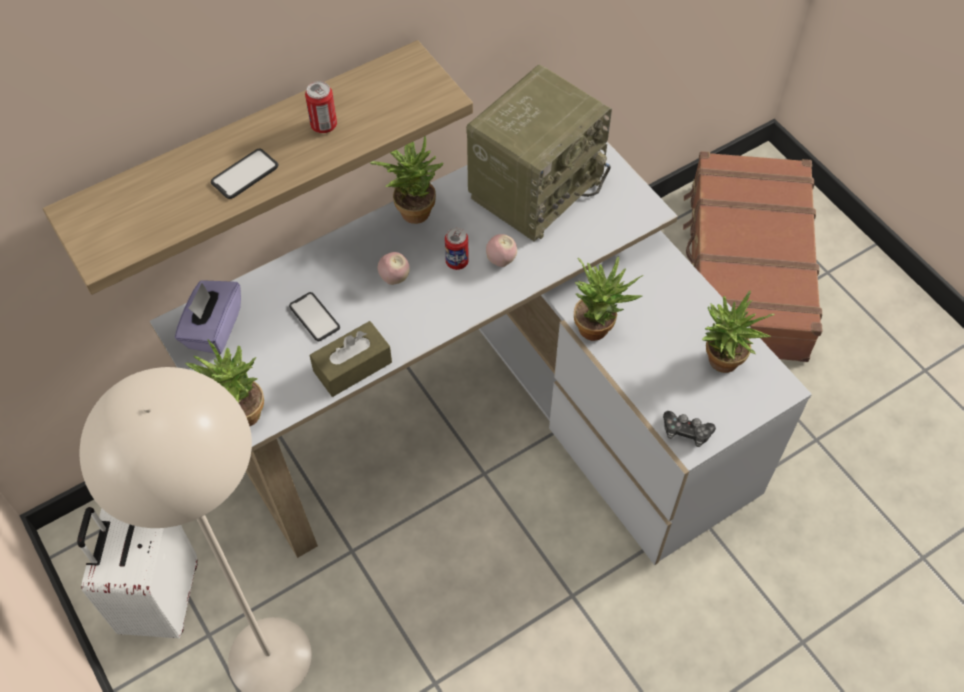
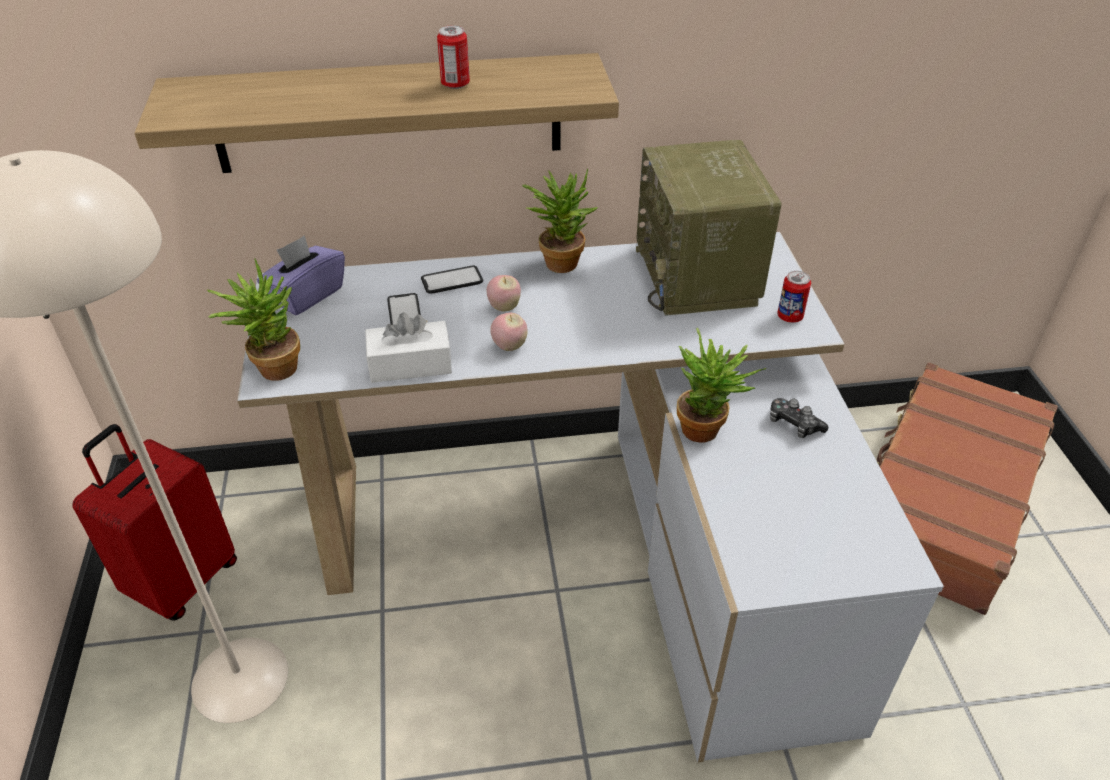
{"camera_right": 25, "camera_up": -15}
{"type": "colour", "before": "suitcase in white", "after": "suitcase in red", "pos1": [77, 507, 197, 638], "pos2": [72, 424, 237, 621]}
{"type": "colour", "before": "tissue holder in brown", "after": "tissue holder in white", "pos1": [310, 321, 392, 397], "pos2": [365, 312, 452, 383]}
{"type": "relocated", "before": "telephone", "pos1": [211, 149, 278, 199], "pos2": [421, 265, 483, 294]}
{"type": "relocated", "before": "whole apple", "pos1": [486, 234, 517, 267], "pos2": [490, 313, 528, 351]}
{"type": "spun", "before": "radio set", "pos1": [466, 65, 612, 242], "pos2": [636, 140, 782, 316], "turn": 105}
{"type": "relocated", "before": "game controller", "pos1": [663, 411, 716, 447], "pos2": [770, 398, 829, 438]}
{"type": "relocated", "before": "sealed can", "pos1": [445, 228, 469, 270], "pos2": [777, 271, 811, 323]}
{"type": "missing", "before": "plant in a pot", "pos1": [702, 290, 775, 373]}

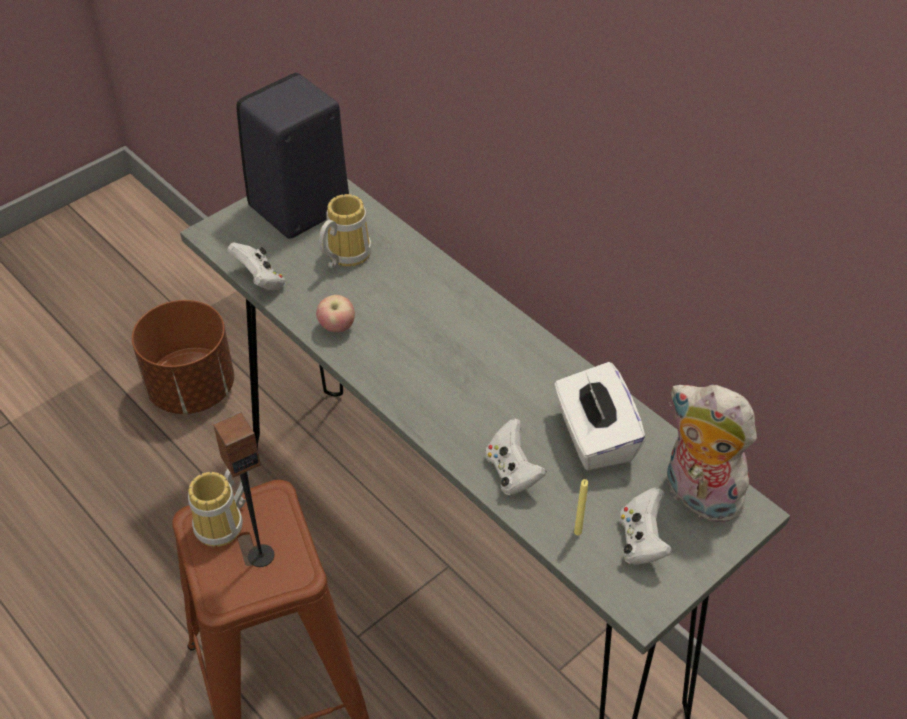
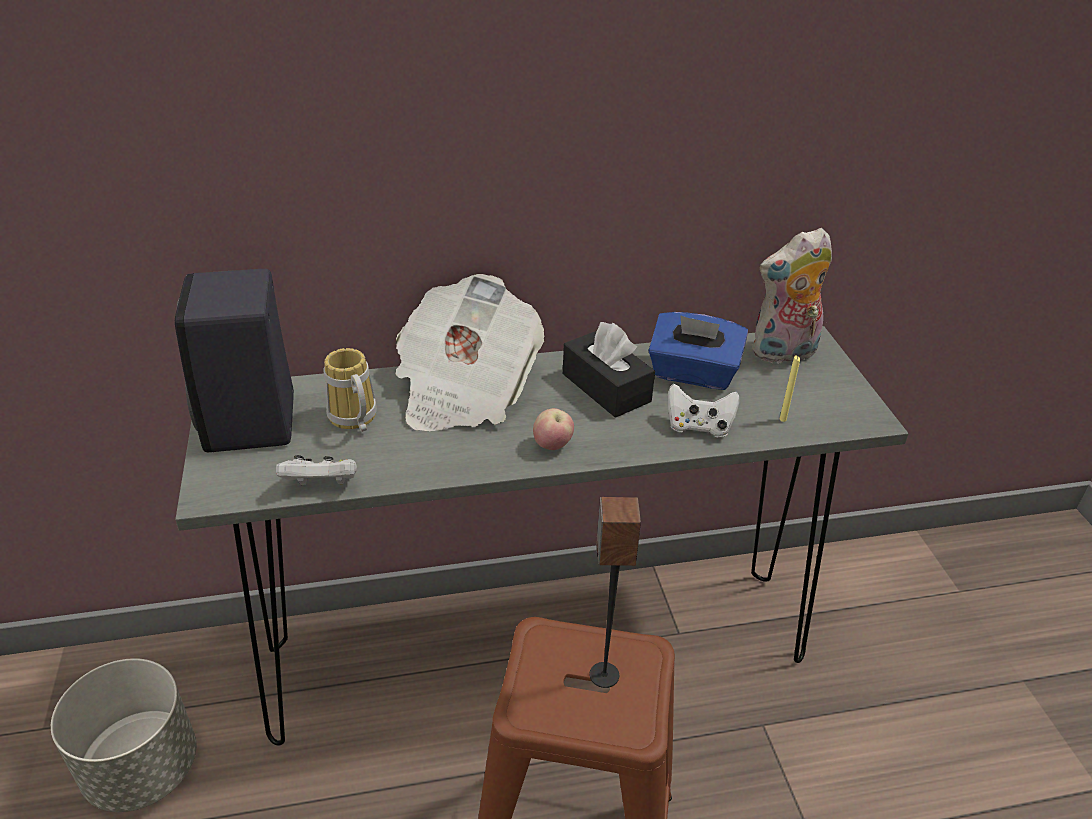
{"camera_right": -60, "camera_up": -10}
{"type": "colour", "before": "planter in brown", "after": "planter in greyish", "pos1": [132, 300, 234, 414], "pos2": [51, 658, 196, 812]}
{"type": "appeared", "after": "daily paper", "pos2": [395, 274, 545, 431]}
{"type": "relocated", "before": "whole apple", "pos1": [316, 295, 355, 333], "pos2": [533, 408, 574, 450]}
{"type": "appeared", "after": "tissue holder in blackish", "pos2": [563, 322, 655, 418]}
{"type": "colour", "before": "tissue holder in white", "after": "tissue holder in bluish", "pos1": [554, 362, 646, 470], "pos2": [648, 312, 748, 390]}
{"type": "missing", "before": "mug", "pos1": [188, 469, 249, 547]}
{"type": "missing", "before": "game controller in white", "pos1": [619, 487, 672, 565]}

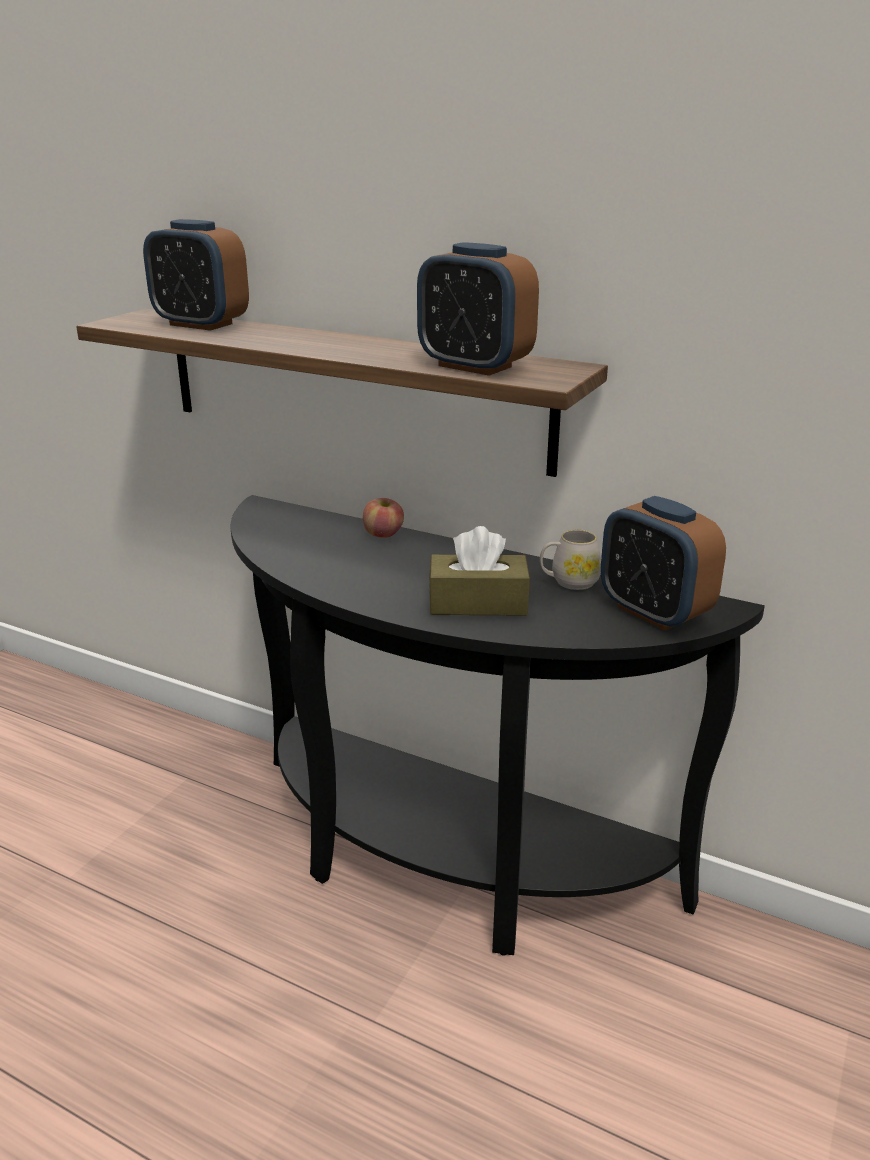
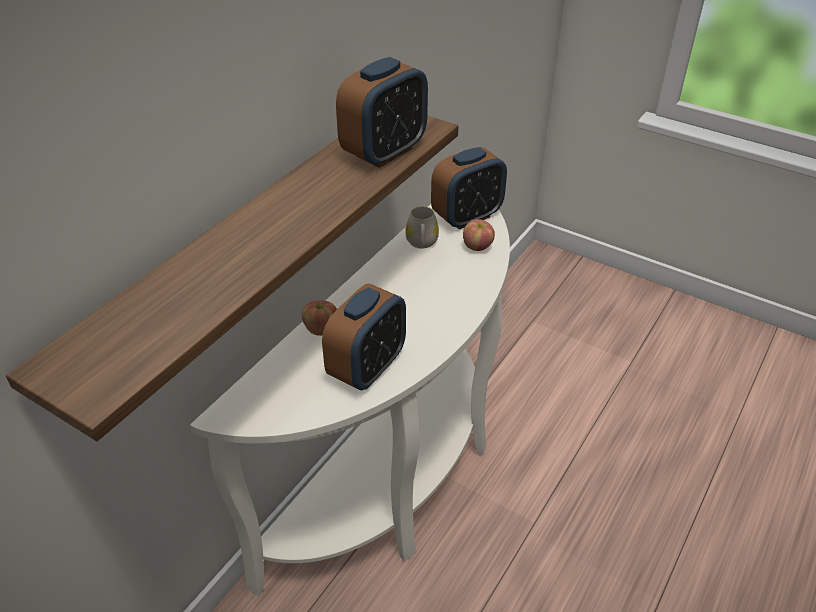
{"camera_right": -85, "camera_up": 15}
{"type": "colour", "before": "console table in blackish", "after": "console table in white", "pos1": [231, 495, 765, 956], "pos2": [190, 204, 510, 596]}
{"type": "relocated", "before": "alarm clock", "pos1": [143, 219, 249, 331], "pos2": [322, 284, 406, 390]}
{"type": "appeared", "after": "whole apple", "pos2": [463, 219, 495, 251]}
{"type": "missing", "before": "tissue holder in brown", "pos1": [429, 526, 530, 616]}

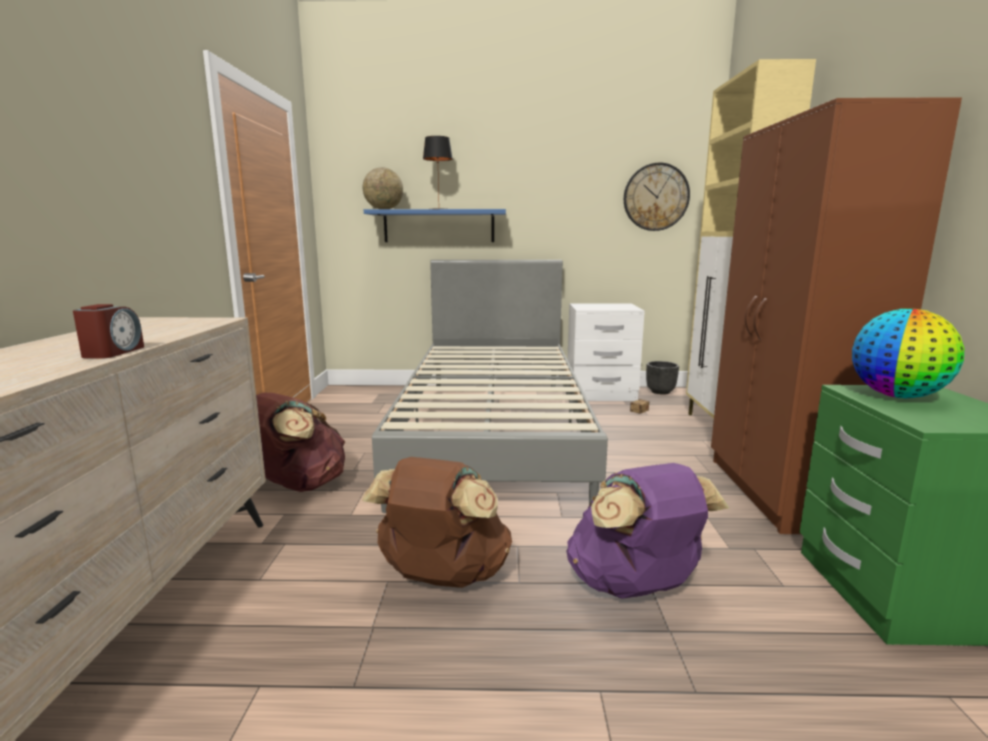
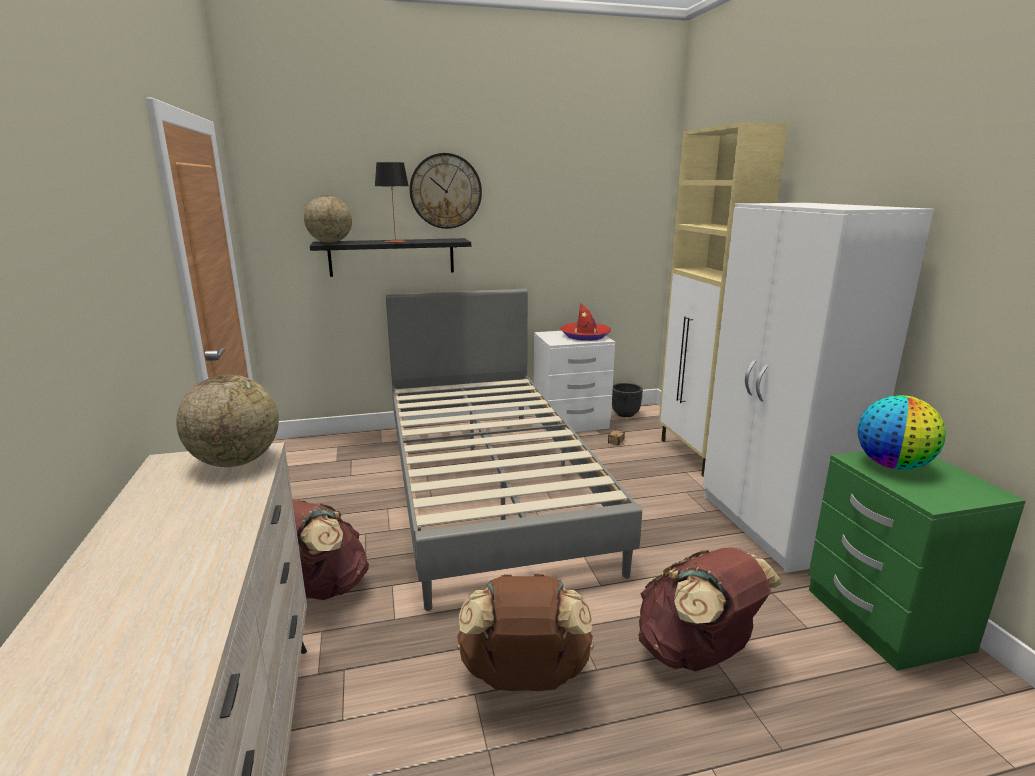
{"camera_right": -15, "camera_up": 5}
{"type": "appeared", "after": "world globe", "pos2": [176, 375, 279, 467]}
{"type": "colour", "before": "wall shelf in bluish", "after": "wall shelf in blackish", "pos1": [364, 209, 506, 242], "pos2": [310, 238, 471, 277]}
{"type": "relocated", "before": "hanging clock", "pos1": [624, 162, 690, 231], "pos2": [410, 153, 482, 229]}
{"type": "appeared", "after": "wearable hat in red", "pos2": [561, 303, 611, 341]}
{"type": "colour", "before": "knapsack in purple", "after": "knapsack in brown", "pos1": [566, 463, 729, 599], "pos2": [639, 547, 782, 671]}
{"type": "colour", "before": "wardrobe in brown", "after": "wardrobe in white", "pos1": [711, 97, 962, 534], "pos2": [703, 203, 934, 573]}
{"type": "missing", "before": "alarm clock", "pos1": [73, 304, 144, 359]}

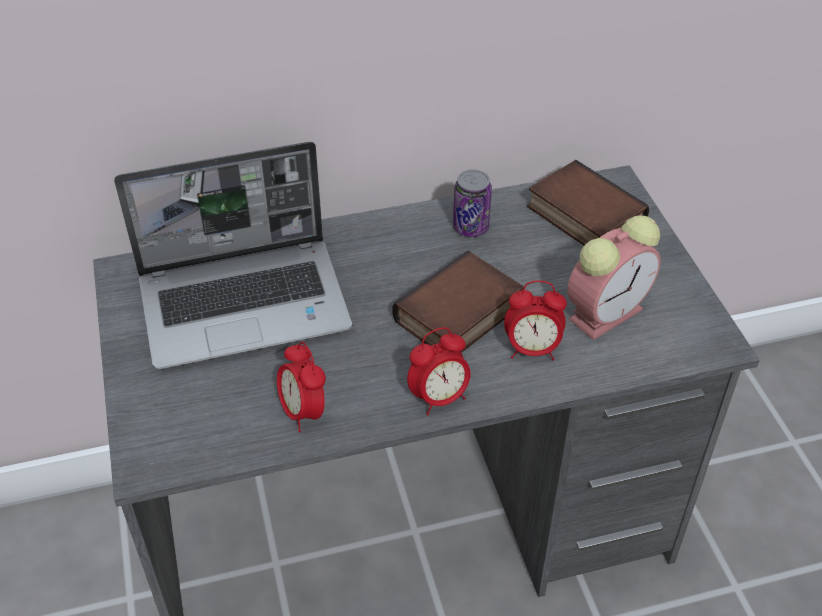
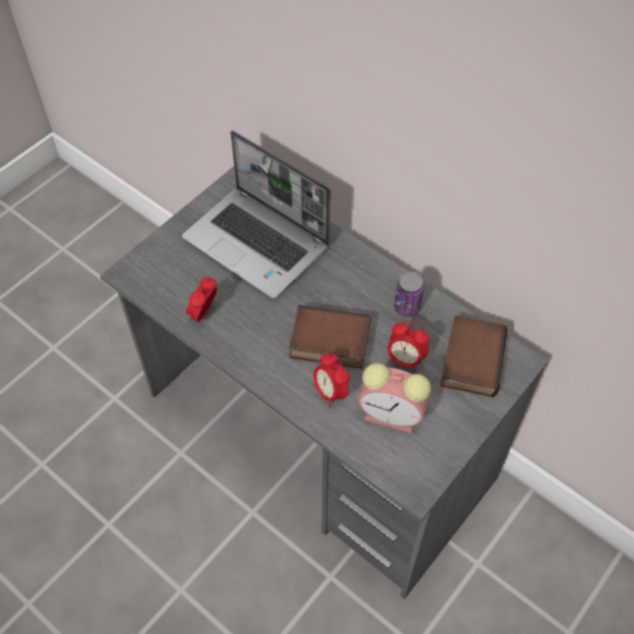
{"camera_right": 55, "camera_up": 10}
{"type": "relocated", "before": "alarm clock", "pos1": [407, 327, 471, 416], "pos2": [388, 321, 430, 372]}

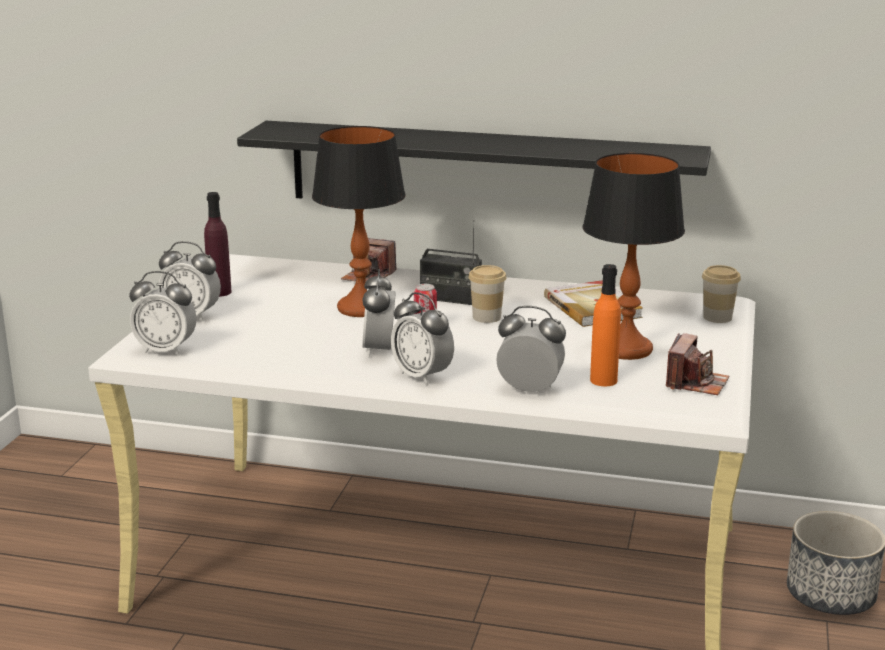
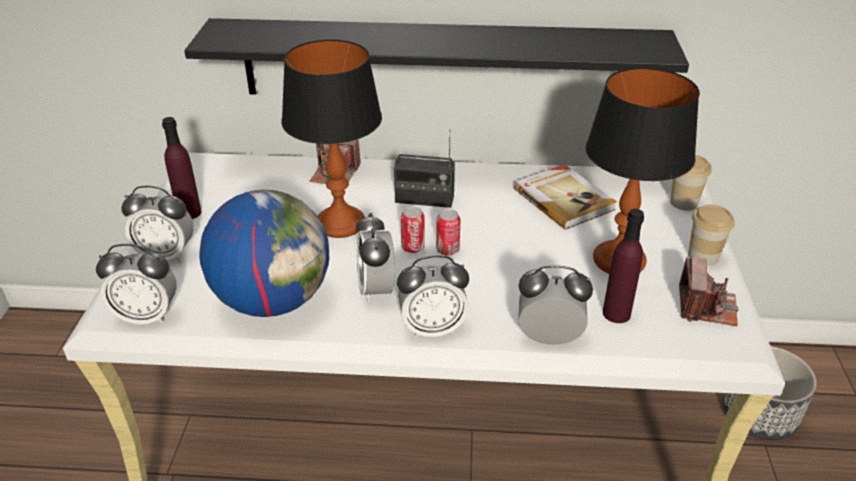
{"camera_right": -10, "camera_up": 15}
{"type": "appeared", "after": "world globe", "pos2": [199, 190, 329, 317]}
{"type": "spun", "before": "alarm clock", "pos1": [391, 292, 454, 385], "pos2": [397, 255, 469, 338], "turn": -45}
{"type": "appeared", "after": "sealed can", "pos2": [436, 209, 460, 256]}
{"type": "colour", "before": "drink bottle in orange", "after": "drink bottle in purple", "pos1": [590, 264, 621, 386], "pos2": [603, 209, 644, 323]}
{"type": "relocated", "before": "small cup", "pos1": [468, 265, 507, 323], "pos2": [688, 205, 735, 266]}

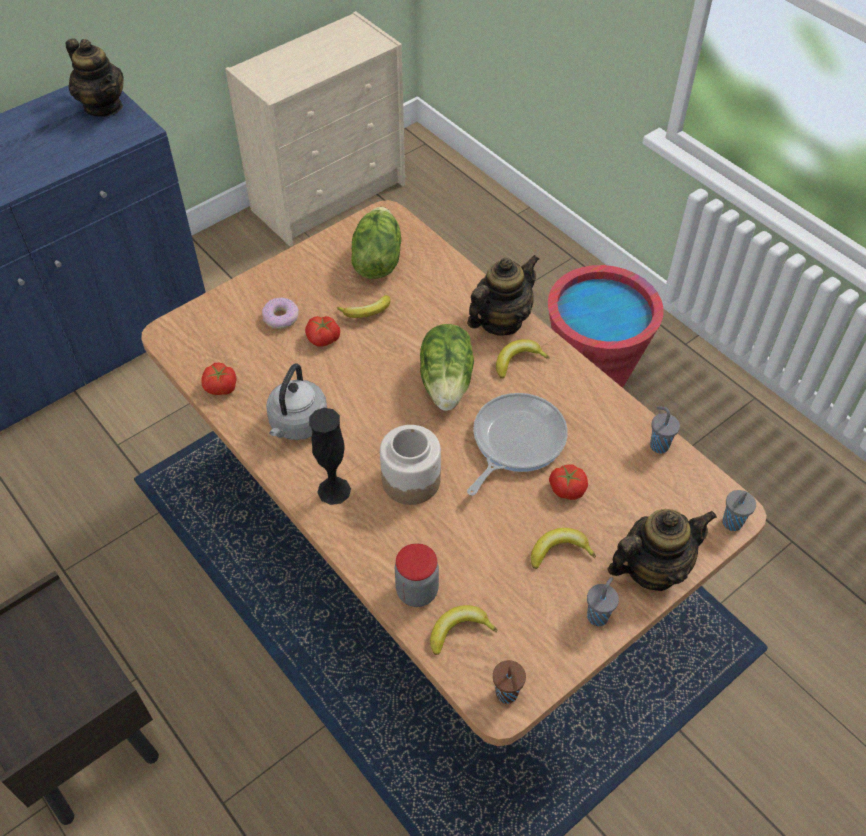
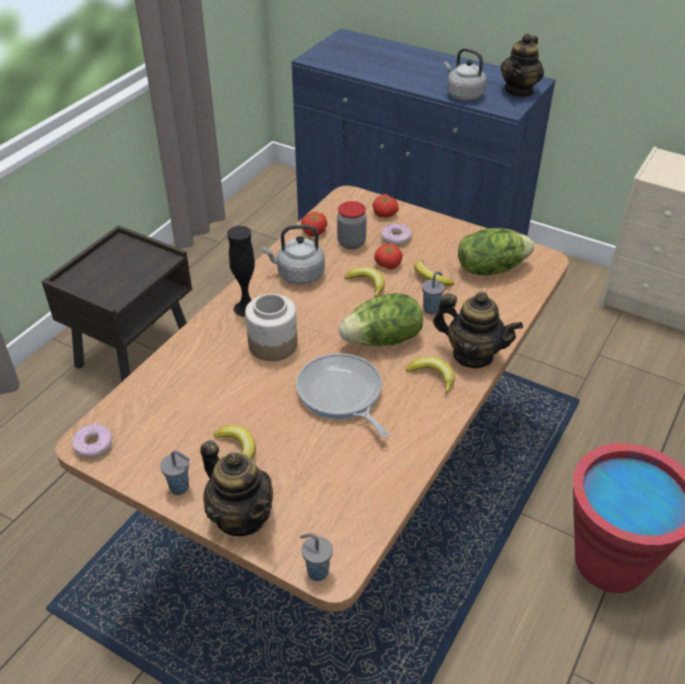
{"camera_right": 70, "camera_up": -10}
{"type": "exchanged", "before": "small cup in brown", "after": "ring doughnut", "pos1": [493, 660, 526, 704], "pos2": [72, 424, 112, 458]}
{"type": "spun", "before": "skillet", "pos1": [467, 393, 568, 496], "pos2": [296, 353, 390, 438], "turn": -135}
{"type": "relocated", "before": "storage jar", "pos1": [395, 543, 439, 607], "pos2": [337, 201, 367, 249]}
{"type": "relocated", "before": "banana fruit", "pos1": [430, 605, 497, 655], "pos2": [344, 267, 385, 298]}
{"type": "relocated", "before": "fresh tomato", "pos1": [549, 464, 588, 500], "pos2": [373, 194, 399, 218]}
{"type": "relocated", "before": "small cup in greyish", "pos1": [650, 406, 680, 453], "pos2": [422, 271, 445, 314]}
{"type": "appeared", "after": "kettle in greyish", "pos2": [444, 48, 486, 101]}

